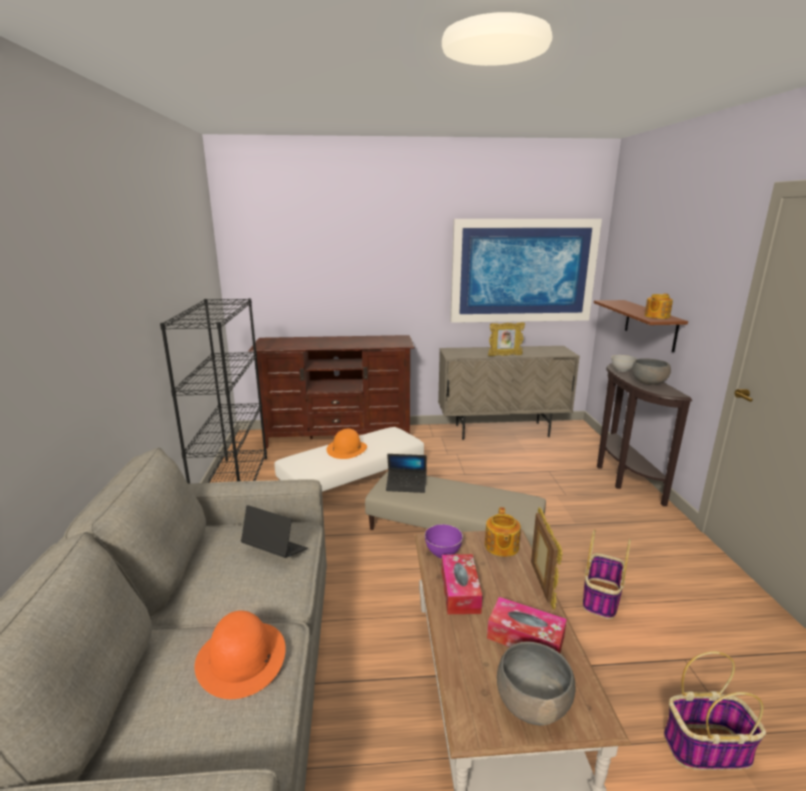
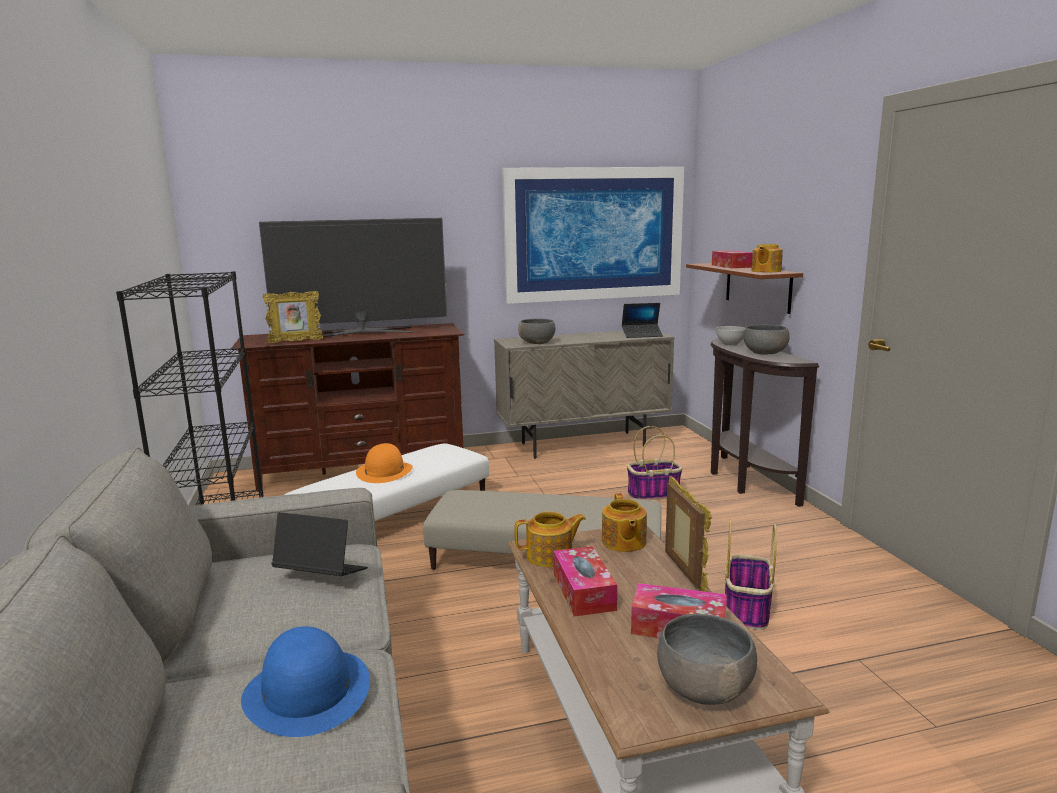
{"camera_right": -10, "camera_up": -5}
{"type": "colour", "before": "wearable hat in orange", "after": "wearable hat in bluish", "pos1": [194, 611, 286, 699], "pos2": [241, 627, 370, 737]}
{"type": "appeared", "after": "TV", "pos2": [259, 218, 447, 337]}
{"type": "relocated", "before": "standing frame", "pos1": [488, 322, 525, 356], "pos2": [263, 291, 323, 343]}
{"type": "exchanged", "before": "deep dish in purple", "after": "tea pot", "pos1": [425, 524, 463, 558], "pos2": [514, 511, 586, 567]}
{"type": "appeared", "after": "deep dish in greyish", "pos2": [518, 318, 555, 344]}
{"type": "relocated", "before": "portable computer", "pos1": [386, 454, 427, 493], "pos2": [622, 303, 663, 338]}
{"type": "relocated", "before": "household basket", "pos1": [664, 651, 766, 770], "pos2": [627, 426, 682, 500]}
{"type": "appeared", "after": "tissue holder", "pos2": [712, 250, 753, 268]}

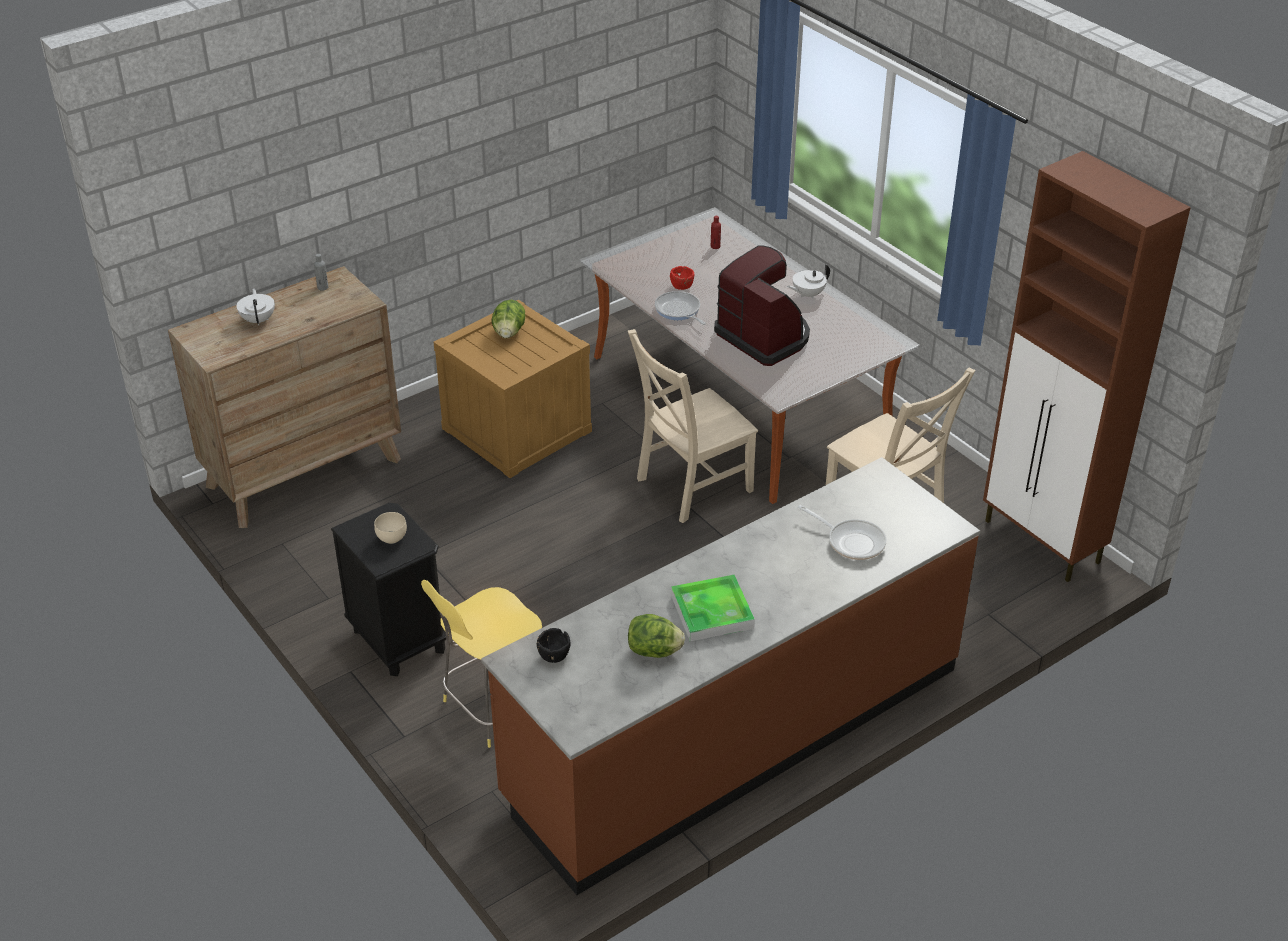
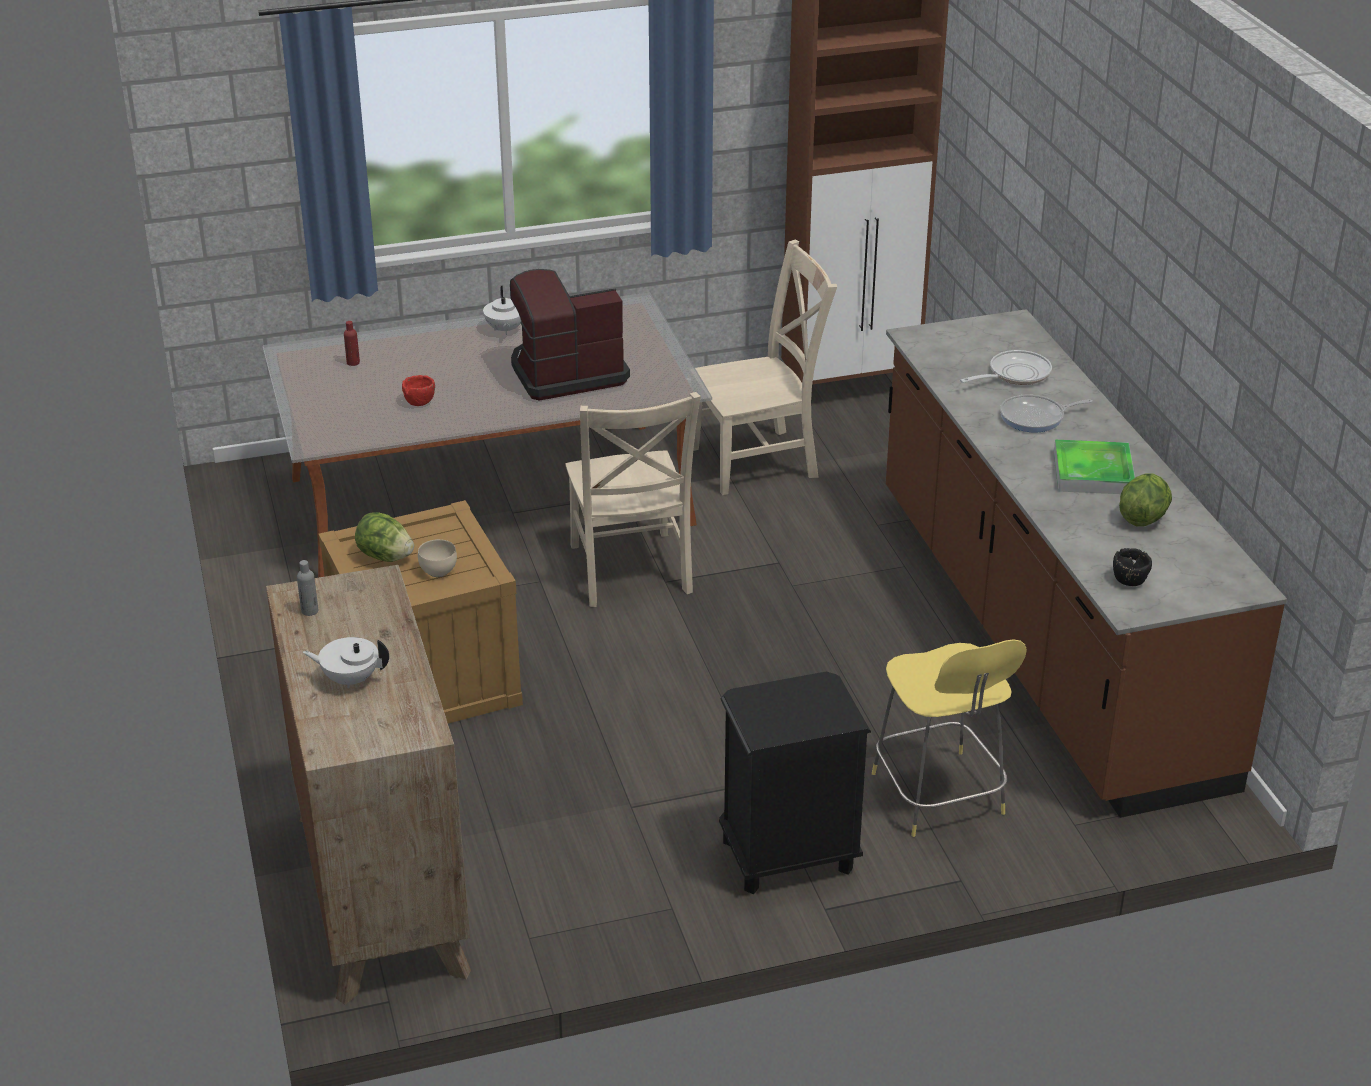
{"camera_right": -70, "camera_up": -5}
{"type": "relocated", "before": "deep dish in beige-coloured", "pos1": [374, 512, 407, 544], "pos2": [418, 539, 457, 577]}
{"type": "relocated", "before": "skillet", "pos1": [655, 291, 706, 325], "pos2": [1000, 394, 1092, 433]}

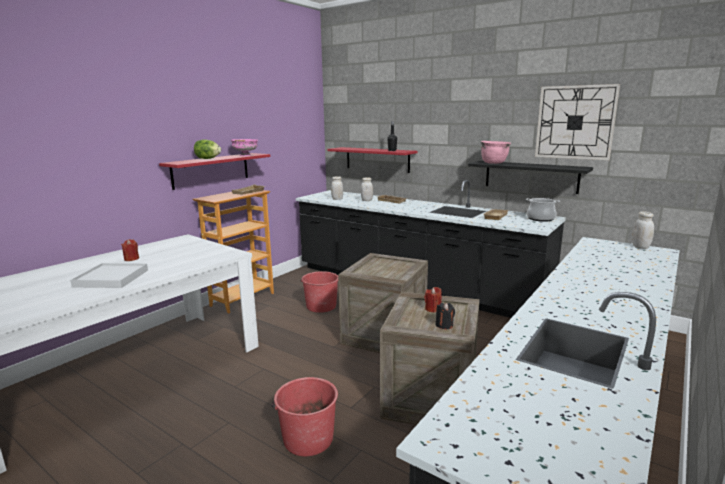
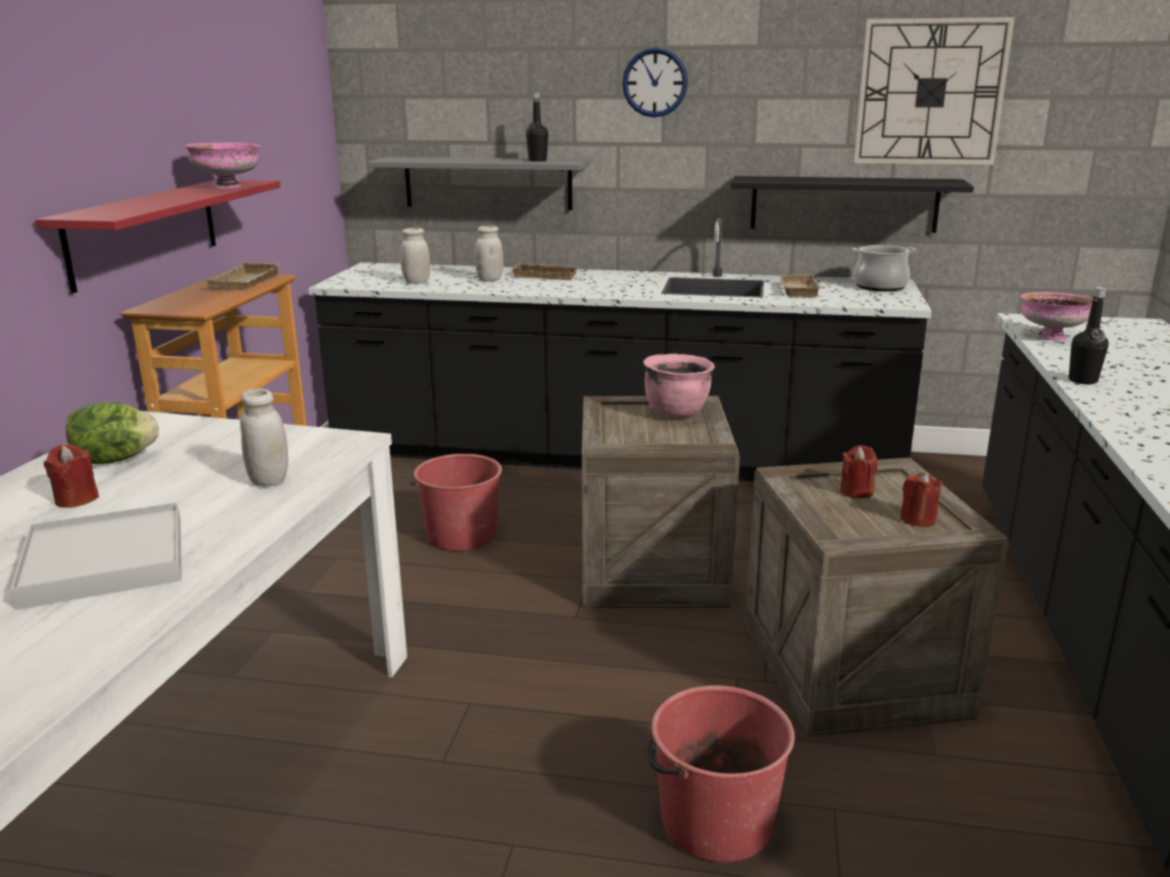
{"camera_right": -25, "camera_up": 5}
{"type": "relocated", "before": "head of lettuce", "pos1": [194, 139, 221, 159], "pos2": [66, 402, 159, 464]}
{"type": "relocated", "before": "storage jar in white", "pos1": [632, 211, 654, 249], "pos2": [240, 388, 288, 487]}
{"type": "colour", "before": "wall shelf in red", "after": "wall shelf in greyish", "pos1": [327, 147, 418, 173], "pos2": [367, 157, 590, 210]}
{"type": "appeared", "after": "hanging clock", "pos2": [622, 48, 688, 118]}
{"type": "relocated", "before": "saucepot in pinkish", "pos1": [481, 141, 511, 164], "pos2": [643, 354, 715, 417]}
{"type": "colour", "before": "candle in blackish", "after": "candle in red", "pos1": [436, 303, 455, 329], "pos2": [900, 473, 943, 527]}
{"type": "appeared", "after": "deep dish in pinkish", "pos2": [1020, 292, 1093, 340]}
{"type": "appeared", "after": "drink bottle in blackish", "pos2": [1069, 287, 1109, 384]}

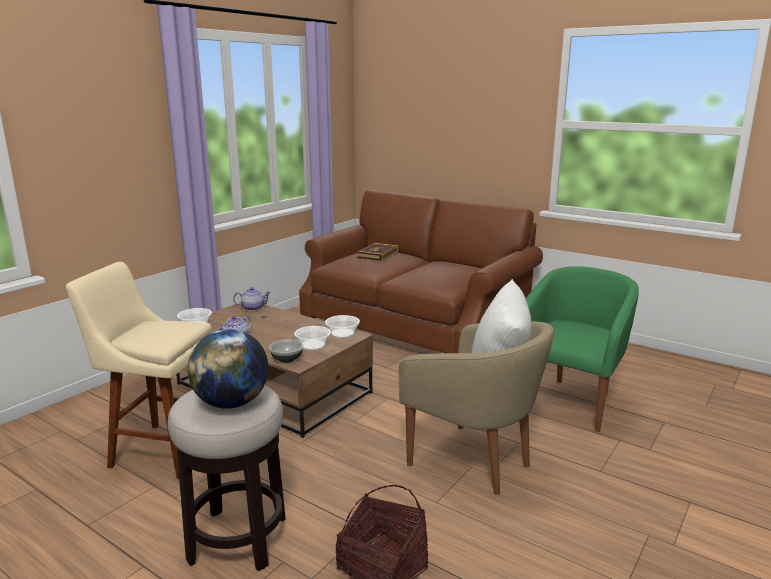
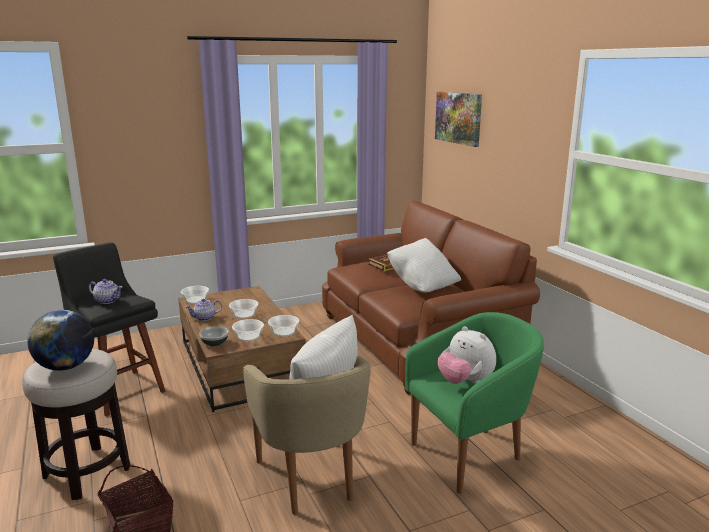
{"camera_right": 30, "camera_up": 0}
{"type": "colour", "before": "stool seat in beige-coloured", "after": "stool seat in blackish", "pos1": [66, 262, 212, 479], "pos2": [53, 242, 166, 417]}
{"type": "relocated", "before": "tea pot", "pos1": [233, 287, 271, 311], "pos2": [89, 279, 122, 304]}
{"type": "appeared", "after": "deep dish", "pos2": [229, 299, 258, 319]}
{"type": "appeared", "after": "pillow in white", "pos2": [387, 238, 461, 293]}
{"type": "appeared", "after": "wall art", "pos2": [435, 92, 482, 147]}
{"type": "appeared", "after": "plush toy", "pos2": [438, 326, 496, 384]}

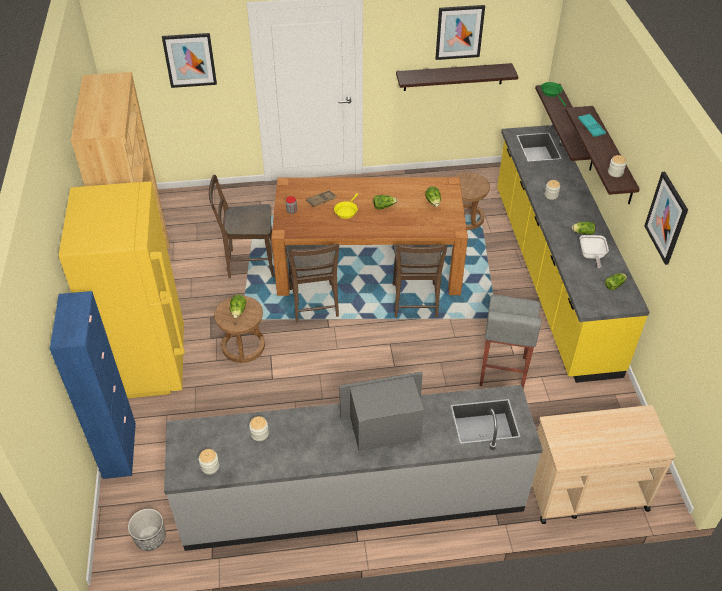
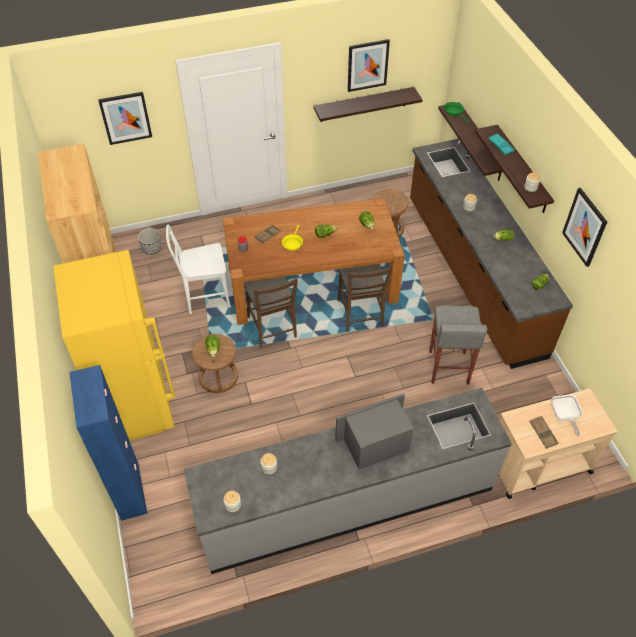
{"camera_right": -10, "camera_up": 5}
{"type": "relocated", "before": "planter", "pos1": [128, 509, 166, 551], "pos2": [138, 228, 162, 255]}
{"type": "colour", "before": "plain chair in brown", "after": "plain chair in white", "pos1": [209, 175, 275, 278], "pos2": [166, 225, 231, 314]}
{"type": "colour", "before": "kitchen base unit in yellow-coloured", "after": "kitchen base unit in brown", "pos1": [497, 124, 650, 383], "pos2": [410, 139, 573, 369]}
{"type": "appeared", "after": "carrying tray in brown", "pos2": [529, 416, 559, 449]}
{"type": "relocated", "before": "skillet", "pos1": [580, 235, 609, 268], "pos2": [551, 394, 583, 436]}

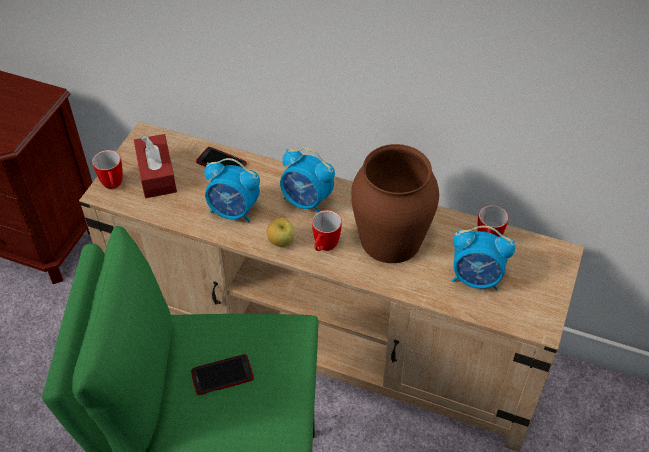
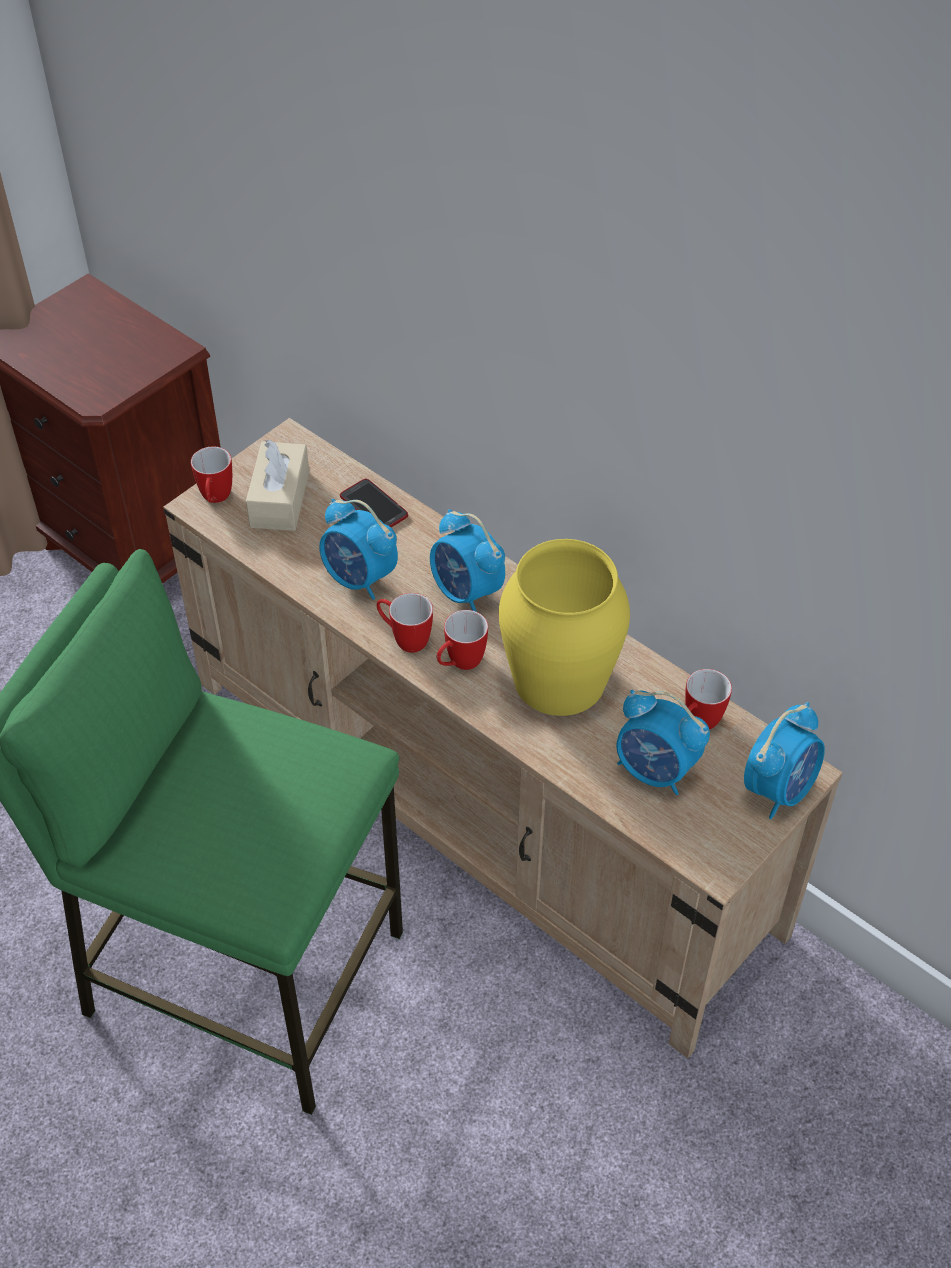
{"camera_right": 20, "camera_up": 0}
{"type": "colour", "before": "tissue holder in red", "after": "tissue holder in beige-coloured", "pos1": [134, 134, 177, 198], "pos2": [246, 440, 309, 531]}
{"type": "exchanged", "before": "whole apple", "after": "mug", "pos1": [266, 218, 295, 247], "pos2": [377, 593, 433, 653]}
{"type": "colour", "before": "flower vase in brown", "after": "flower vase in yellow-coloured", "pos1": [351, 144, 439, 263], "pos2": [499, 539, 630, 716]}
{"type": "appeared", "after": "alarm clock", "pos2": [744, 702, 825, 819]}
{"type": "missing", "before": "telephone", "pos1": [191, 354, 254, 395]}

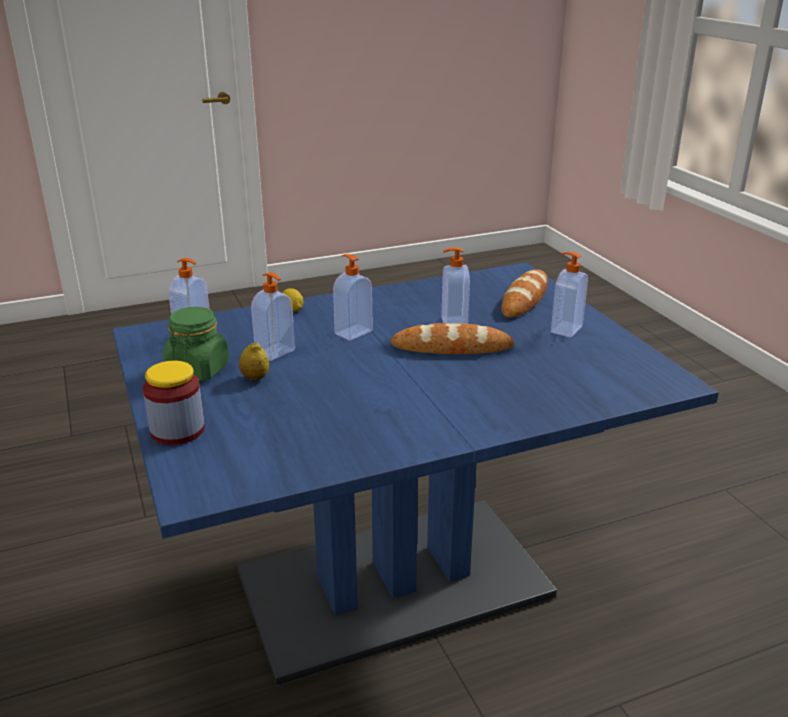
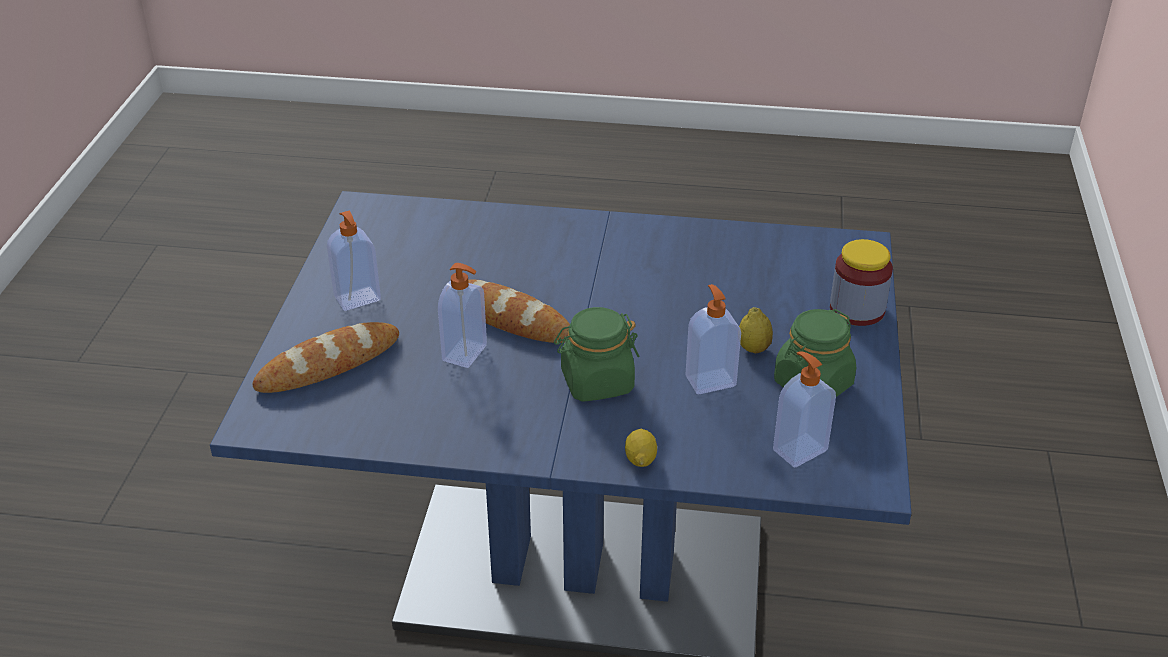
{"camera_right": -150, "camera_up": 10}
{"type": "exchanged", "before": "soap bottle", "after": "storage jar in greenish", "pos1": [333, 254, 373, 341], "pos2": [554, 307, 639, 402]}

